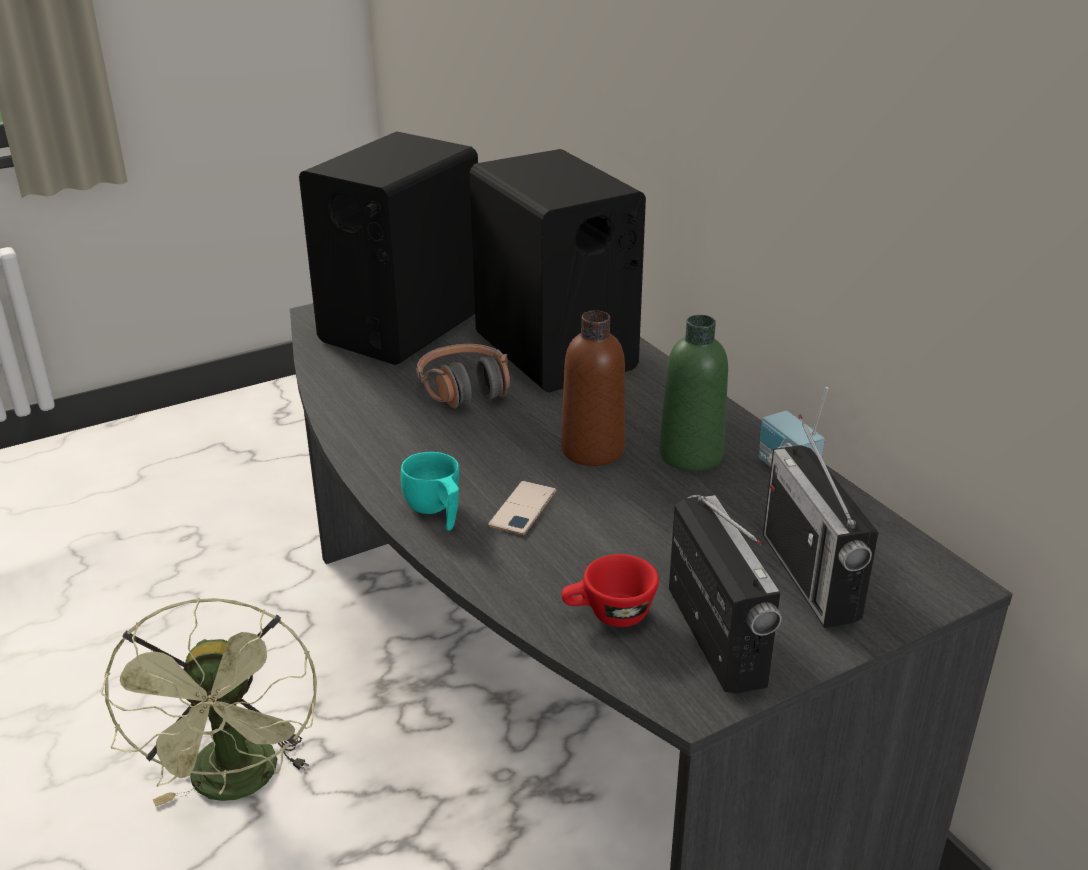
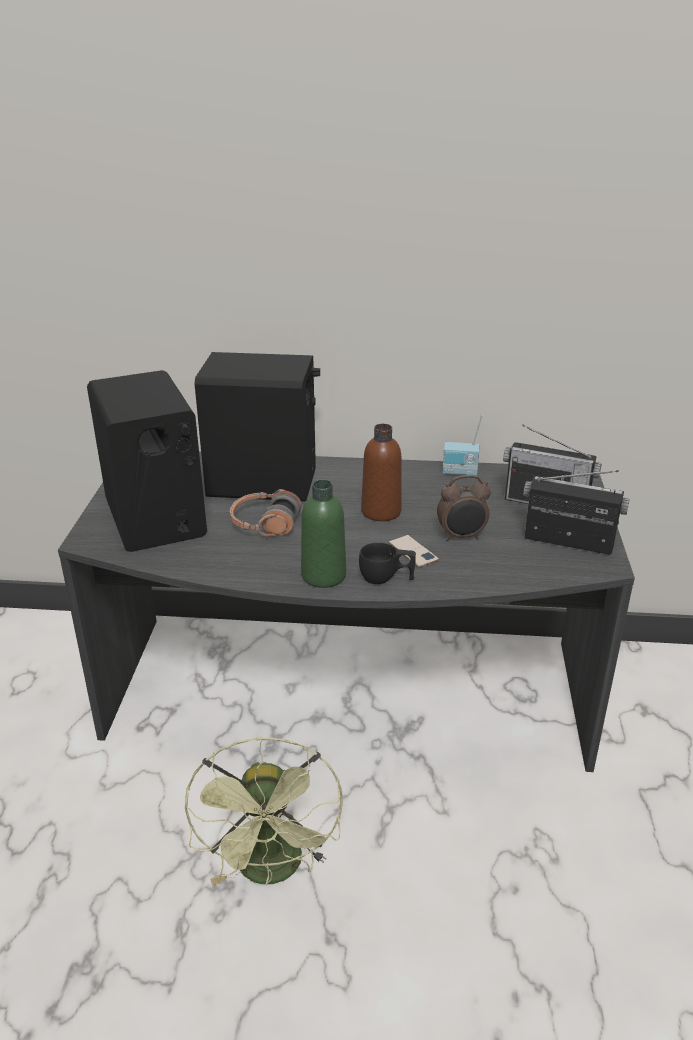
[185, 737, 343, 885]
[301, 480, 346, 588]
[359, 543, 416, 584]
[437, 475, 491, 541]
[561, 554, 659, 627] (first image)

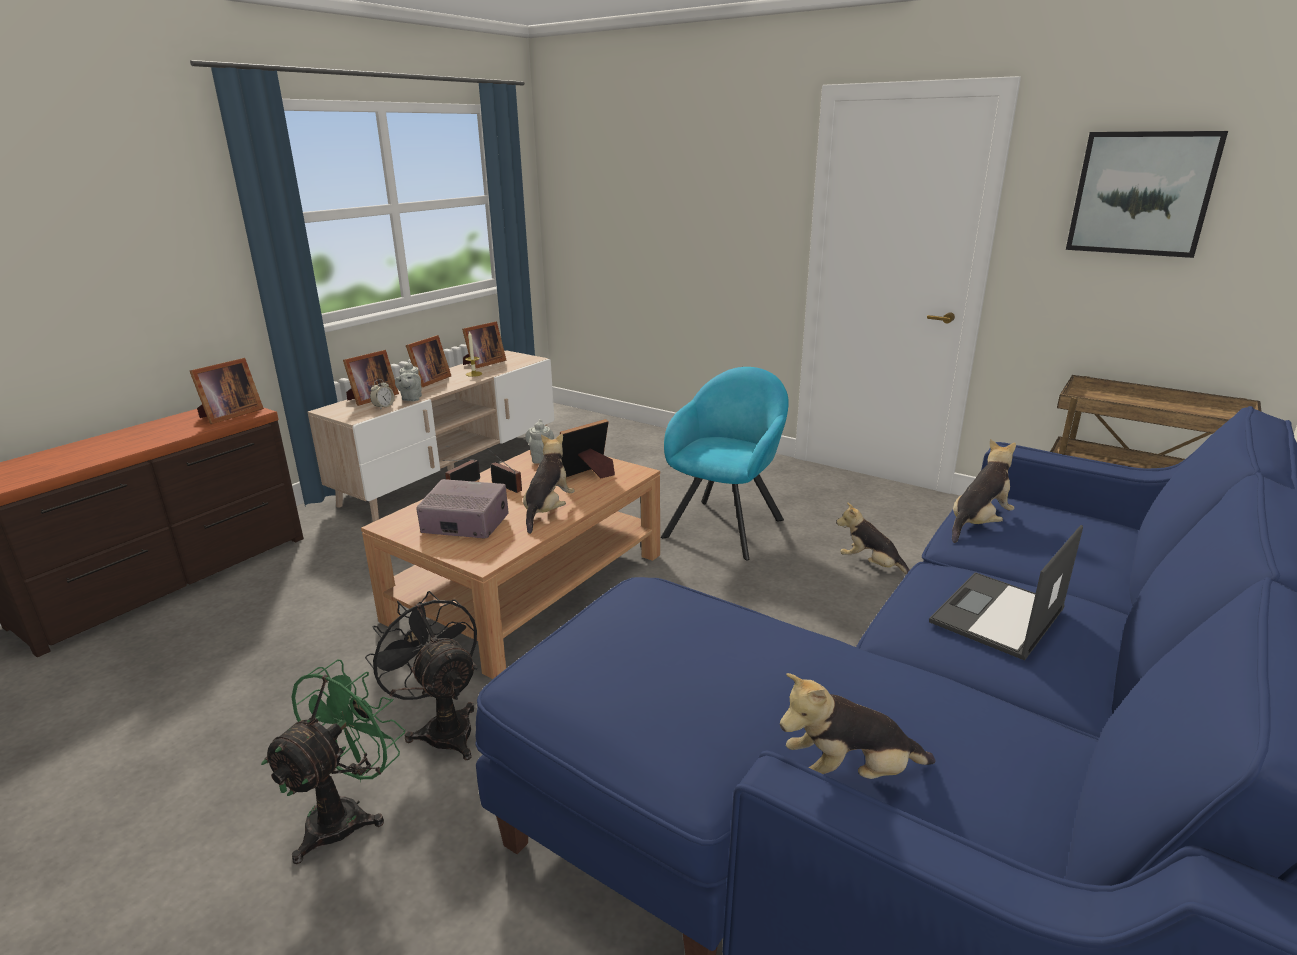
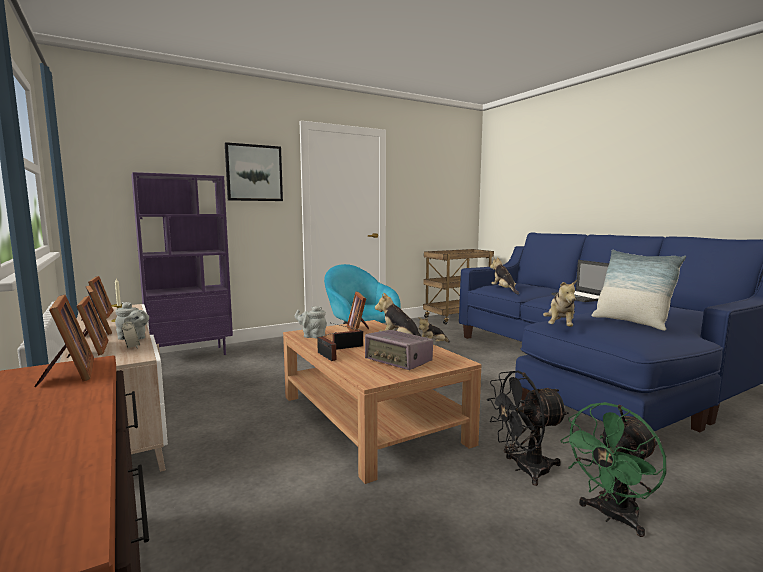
[131, 172, 233, 355]
[225, 142, 283, 201]
[365, 330, 433, 370]
[543, 280, 577, 327]
[560, 402, 666, 537]
[592, 249, 686, 331]

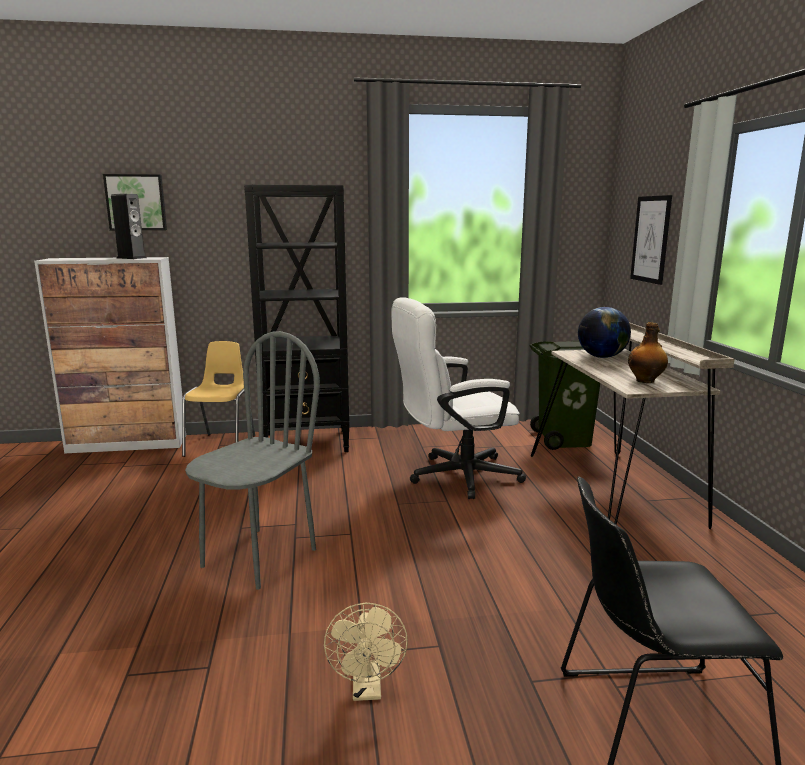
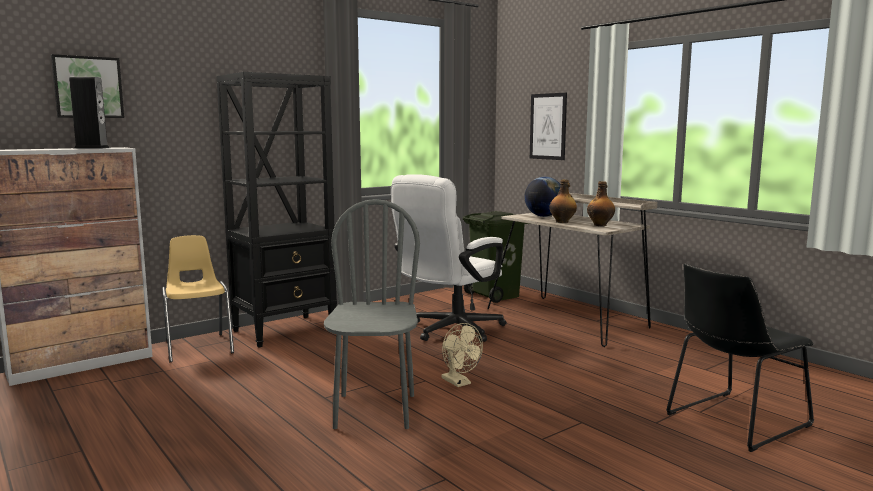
[441, 323, 483, 387]
[549, 180, 577, 223]

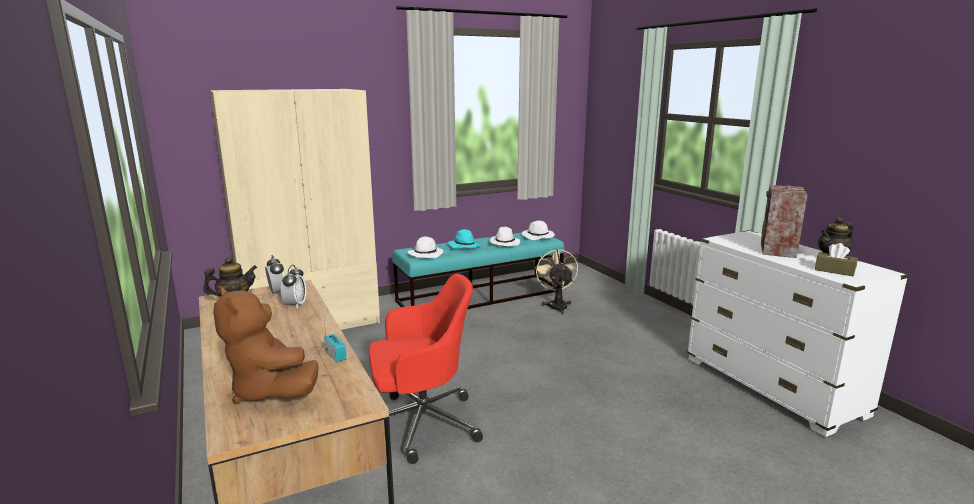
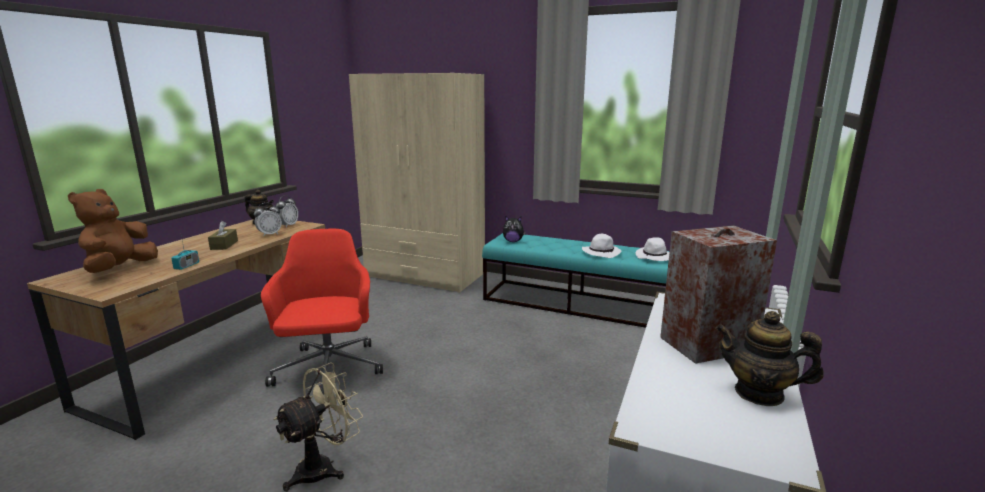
[208, 221, 238, 250]
[261, 229, 383, 395]
[273, 363, 363, 491]
[503, 216, 526, 242]
[448, 229, 481, 249] (first image)

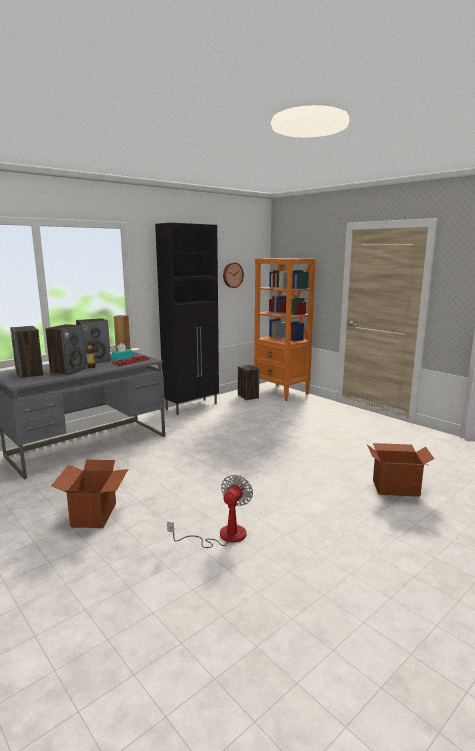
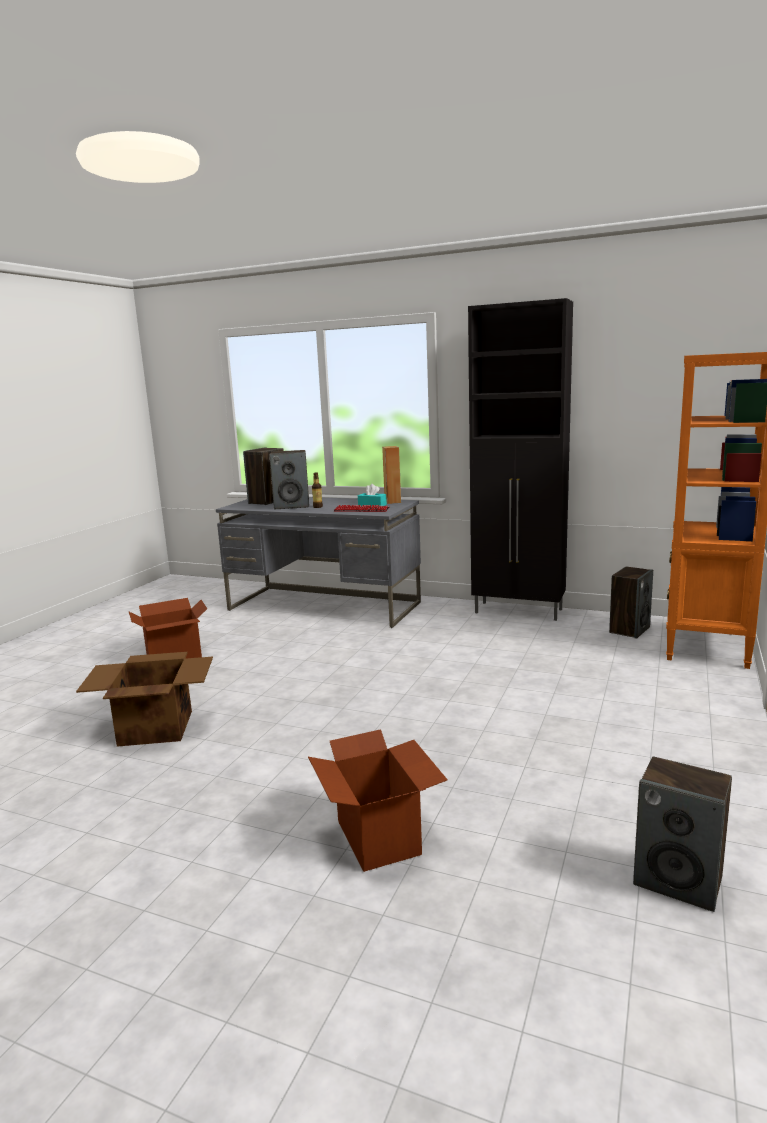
[76, 652, 213, 747]
[633, 757, 732, 912]
[223, 262, 244, 288] (first image)

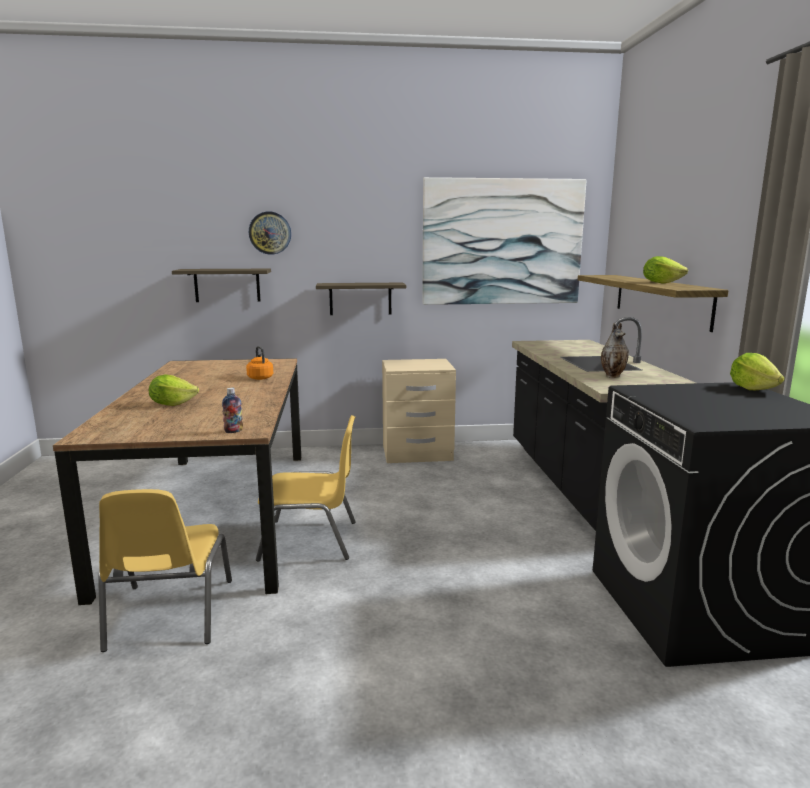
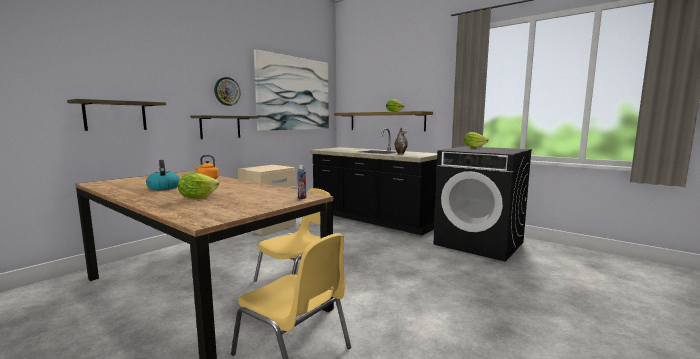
[146, 160, 180, 190]
[214, 77, 241, 106]

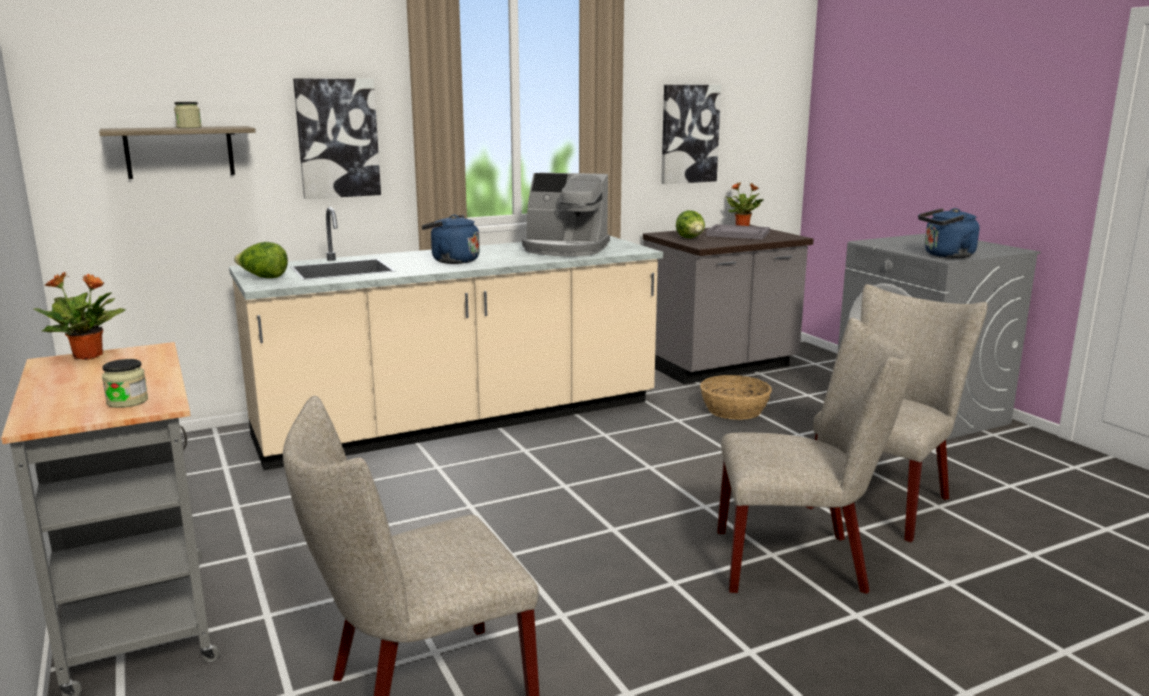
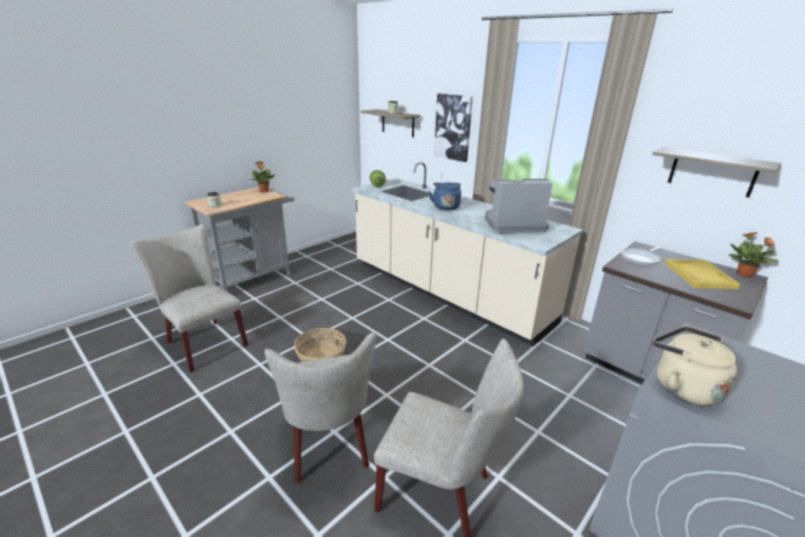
[294, 328, 346, 362]
[485, 179, 553, 233]
[622, 246, 662, 266]
[652, 147, 782, 197]
[653, 327, 737, 406]
[665, 259, 740, 289]

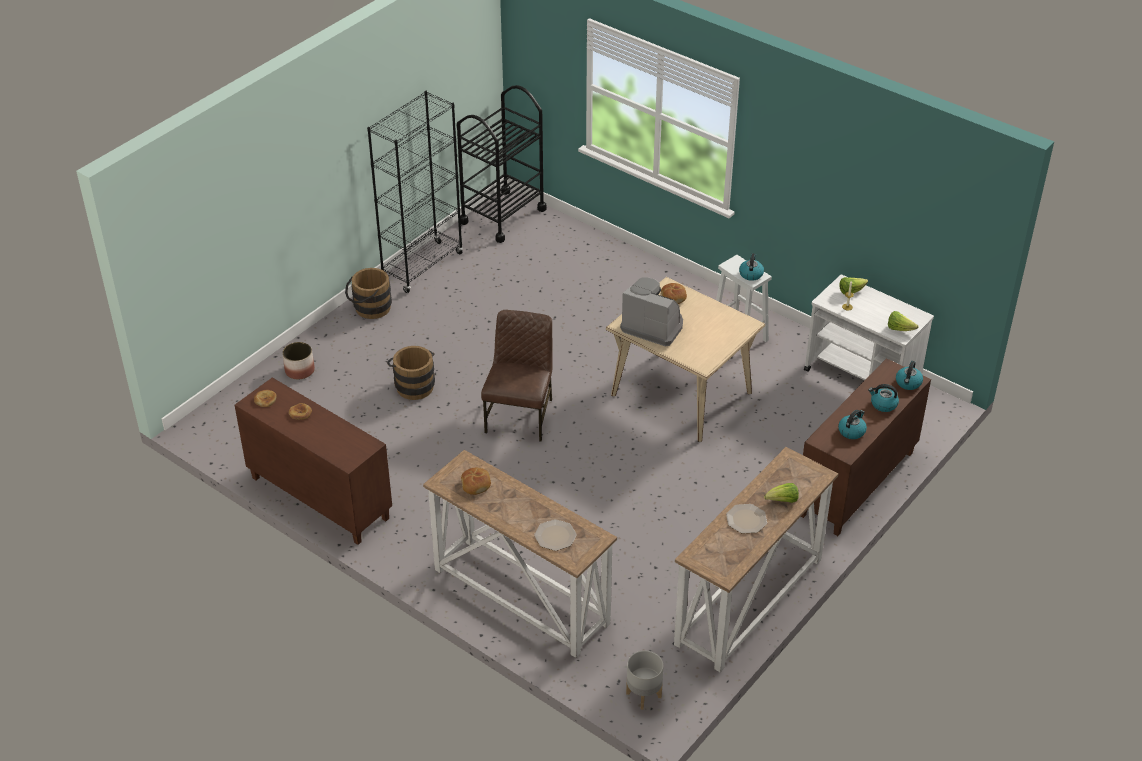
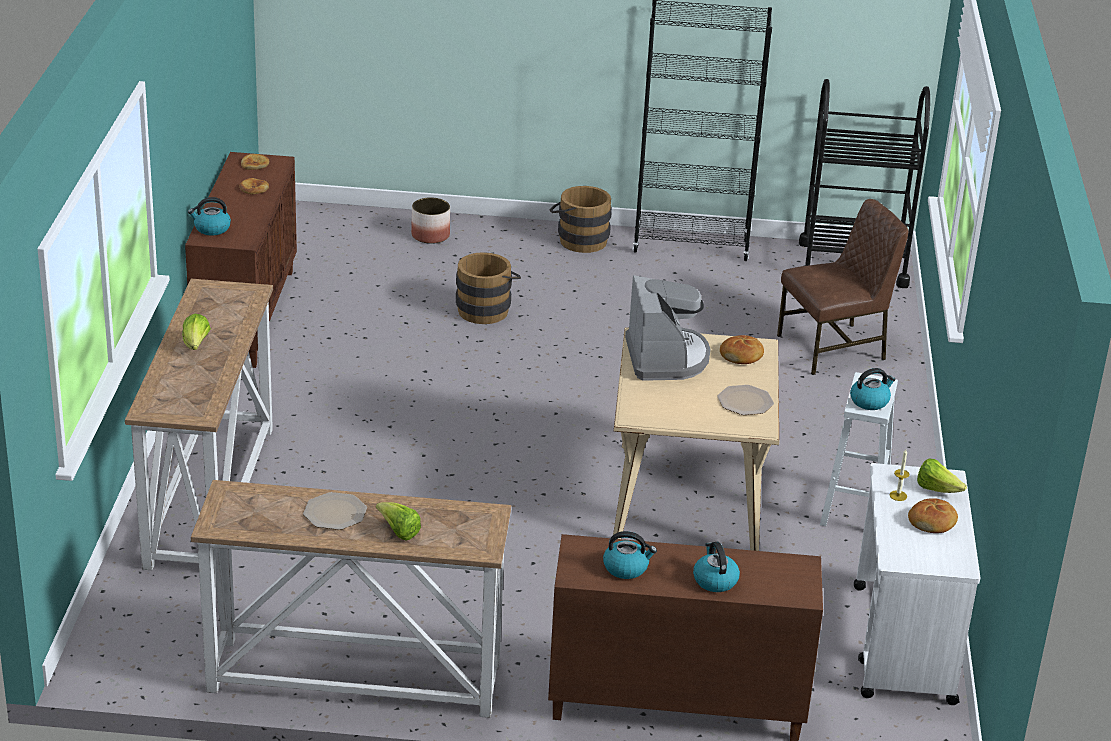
[182, 314, 211, 350]
[188, 197, 231, 236]
[717, 385, 774, 415]
[777, 199, 908, 375]
[908, 498, 958, 533]
[626, 650, 664, 710] (first image)

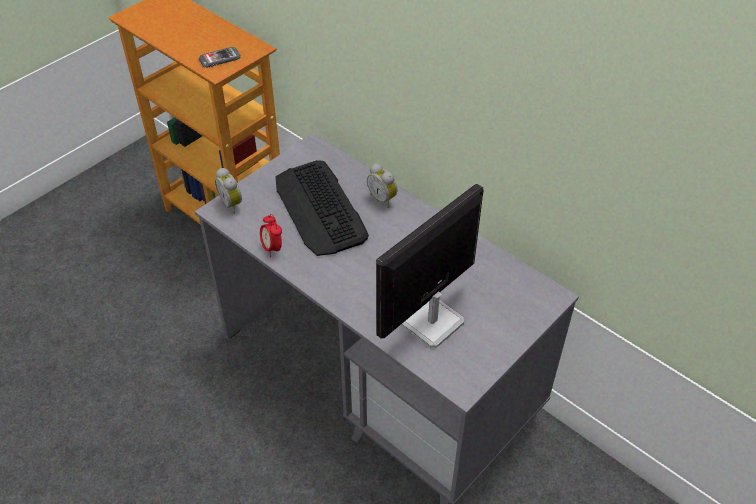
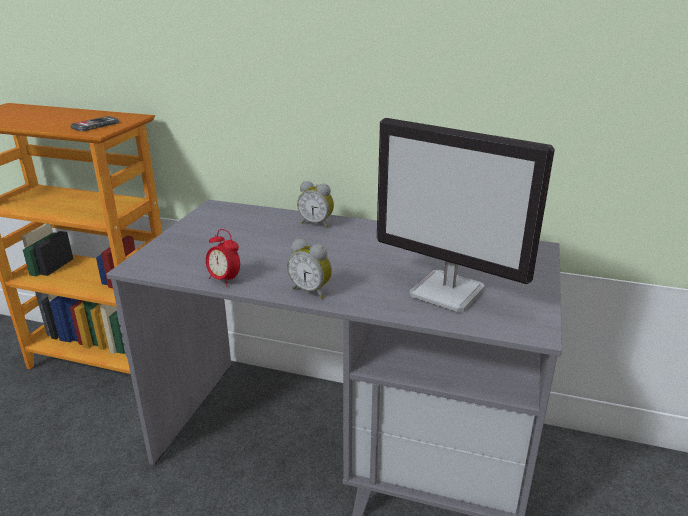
[287, 239, 332, 299]
[377, 118, 555, 312]
[275, 160, 369, 256] (first image)

